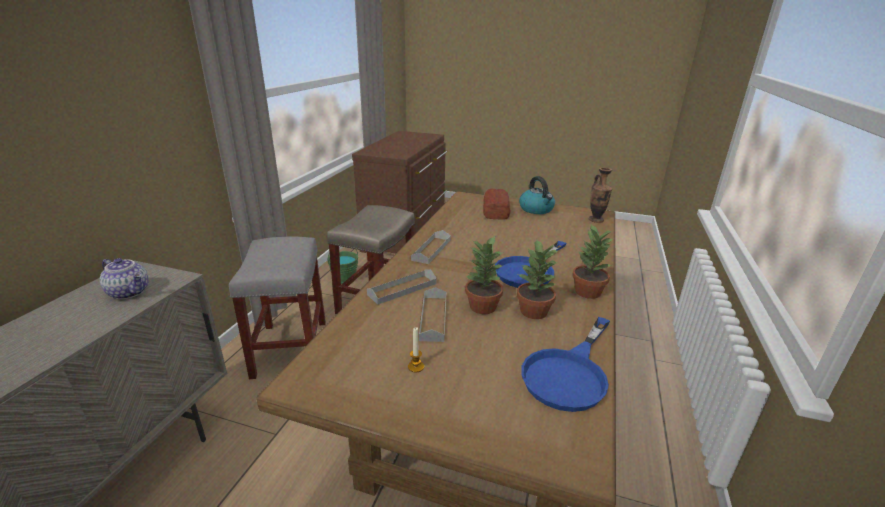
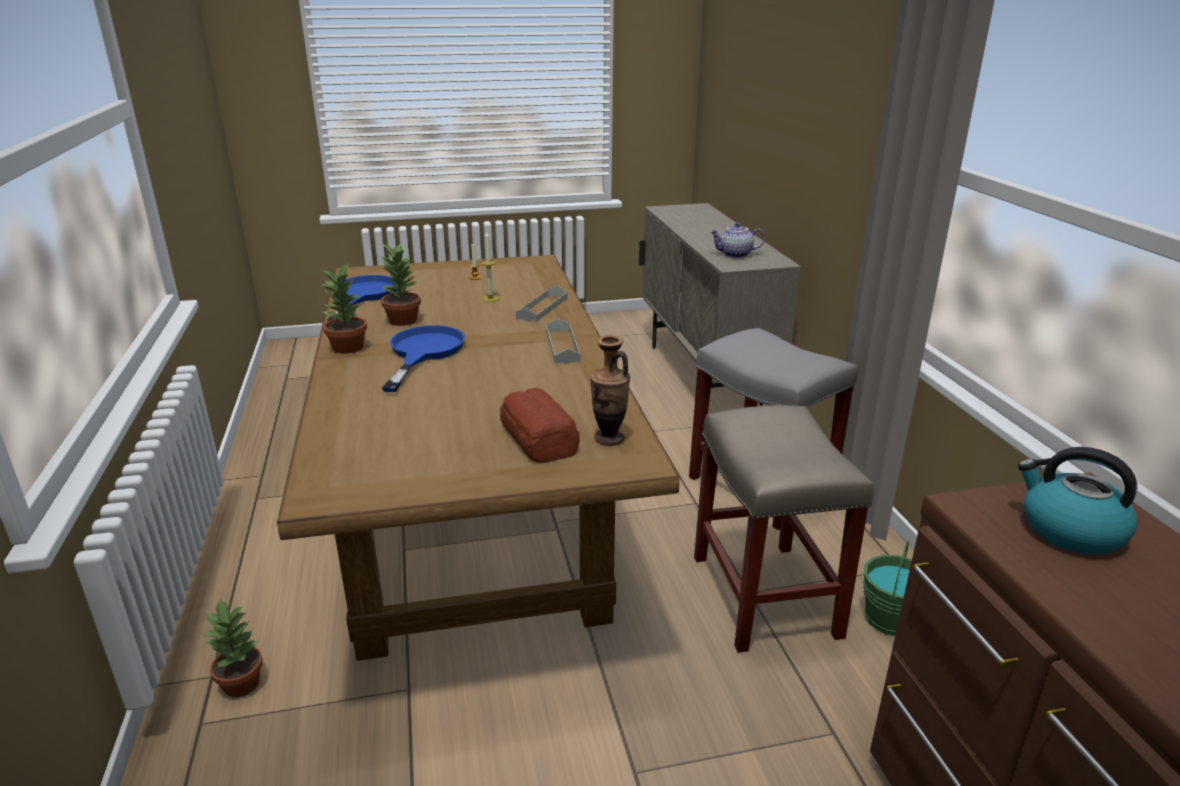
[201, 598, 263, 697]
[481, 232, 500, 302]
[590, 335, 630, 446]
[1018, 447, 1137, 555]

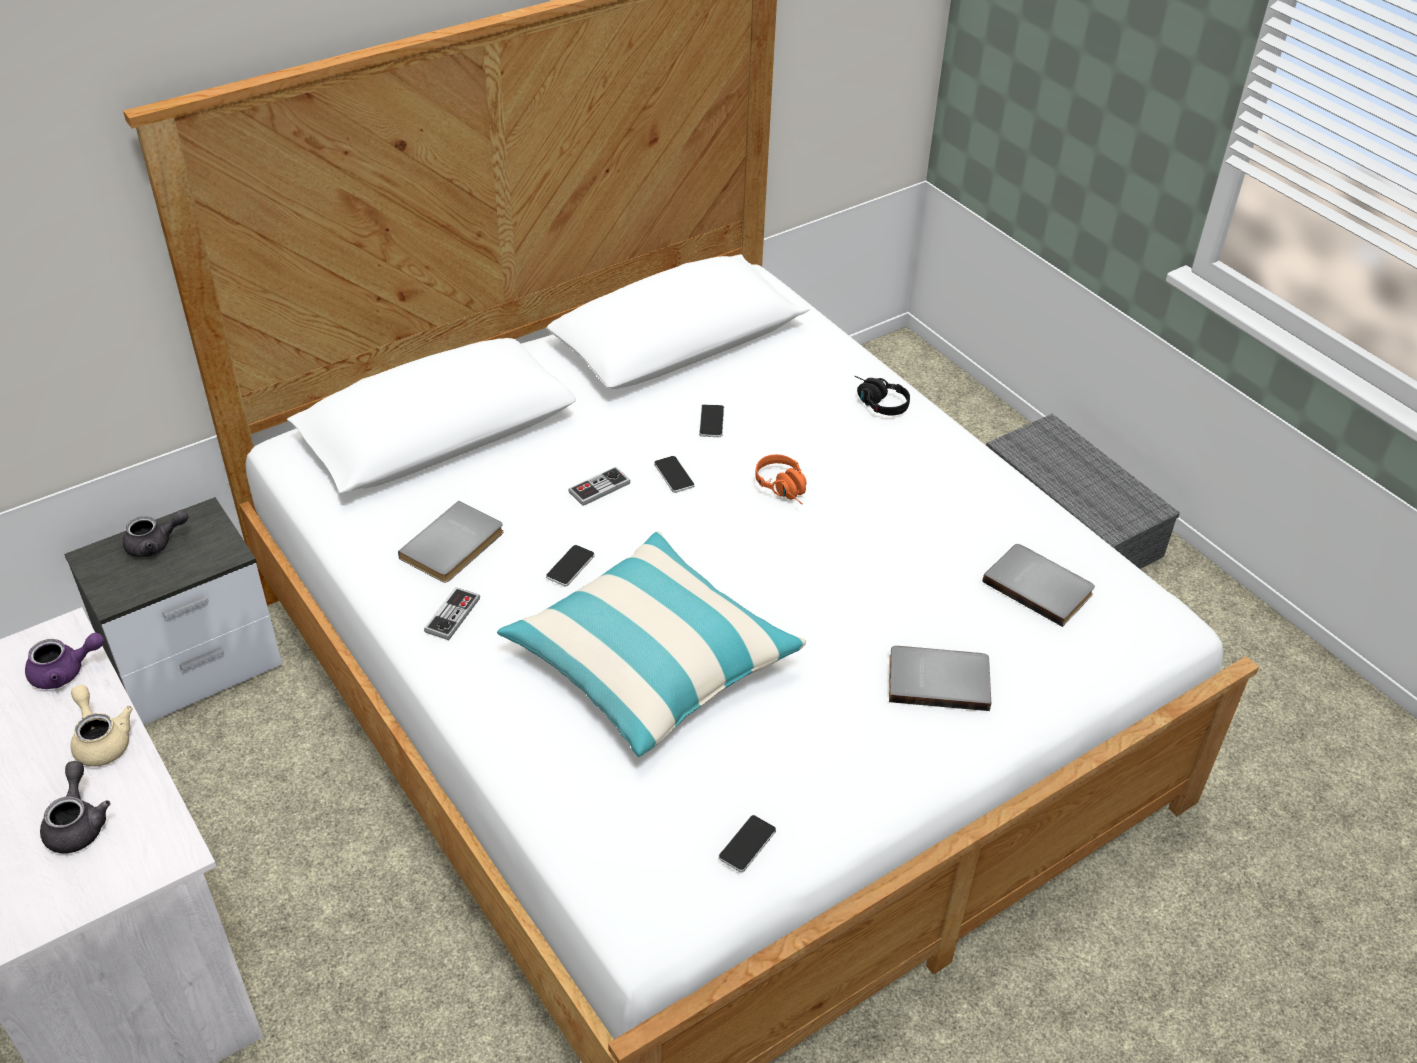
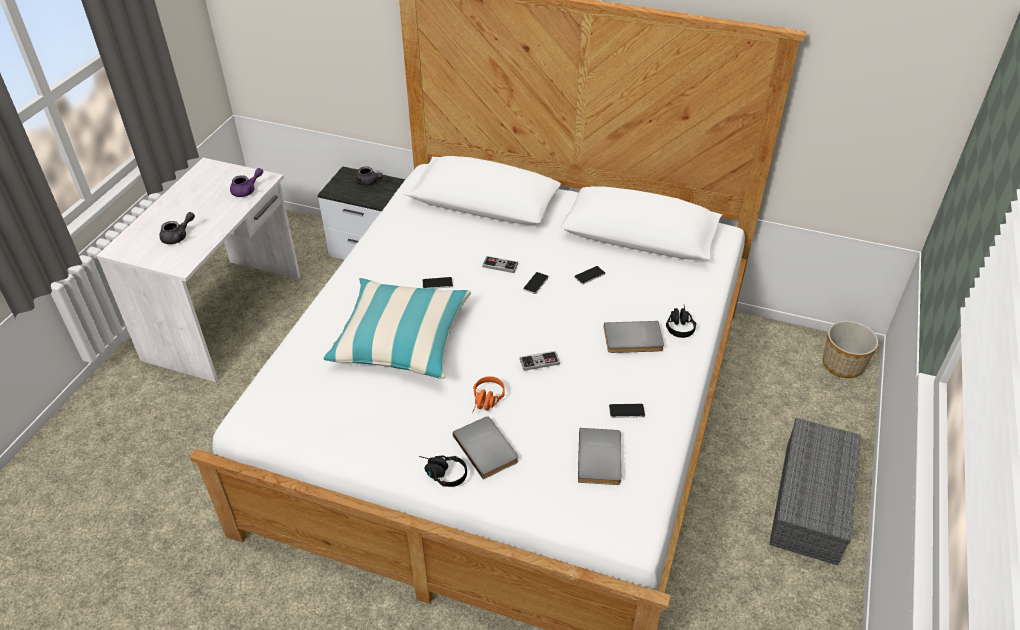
[230, 168, 263, 197]
[419, 455, 467, 487]
[472, 376, 505, 414]
[520, 351, 560, 371]
[604, 321, 664, 353]
[609, 404, 645, 418]
[823, 321, 878, 378]
[71, 685, 133, 767] (first image)

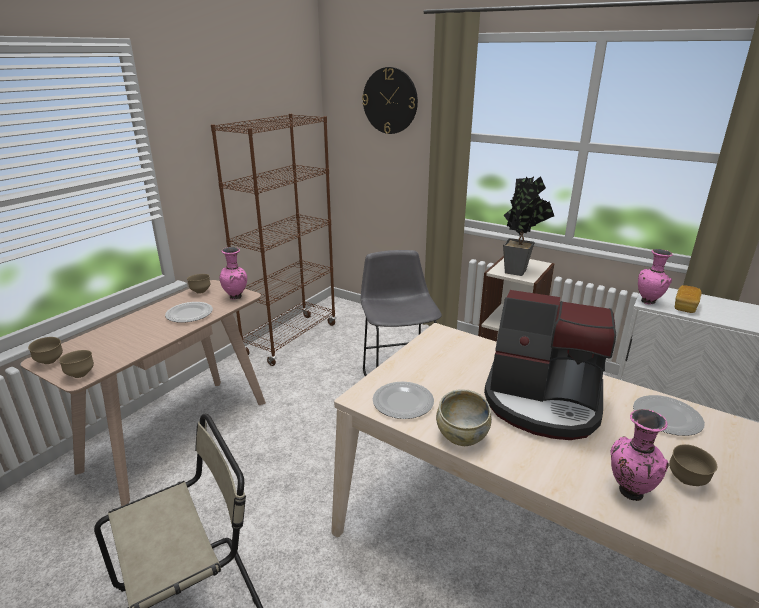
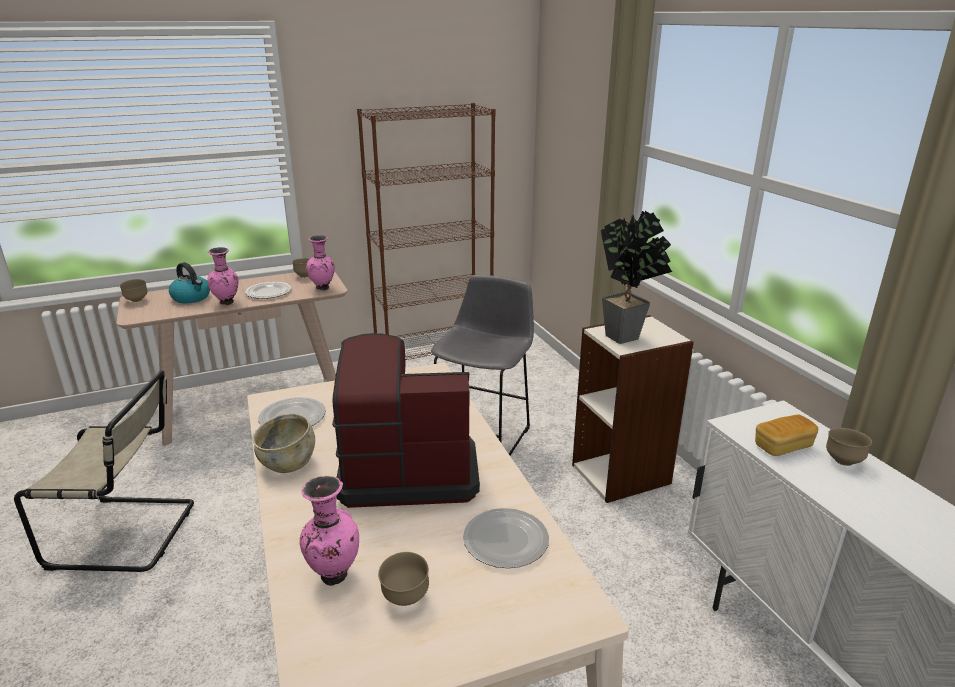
[169, 262, 210, 303]
[207, 247, 238, 305]
[332, 333, 480, 508]
[826, 428, 872, 466]
[362, 67, 418, 134] (first image)

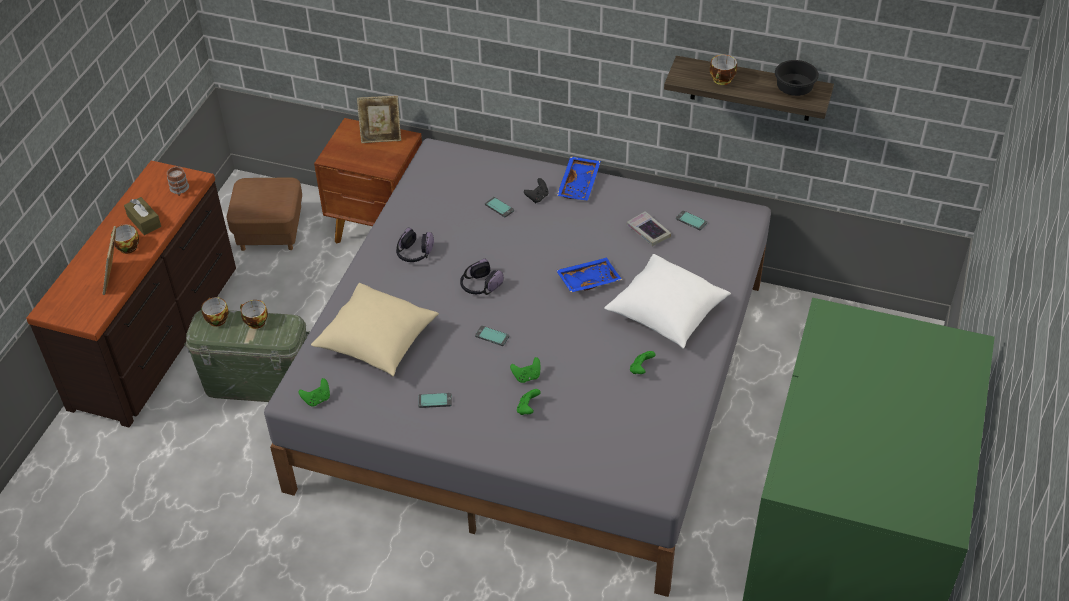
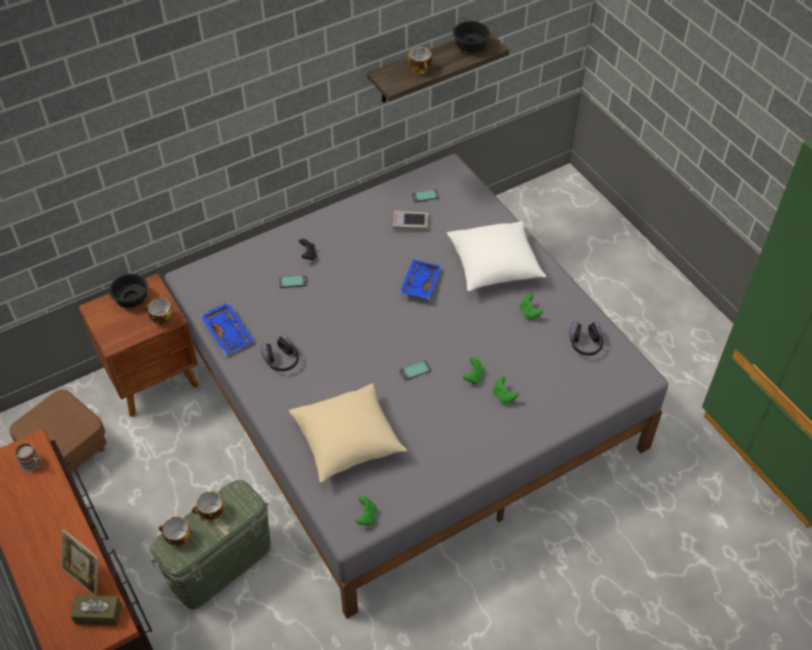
[71, 595, 122, 626]
[109, 274, 148, 308]
[144, 298, 173, 325]
[200, 302, 254, 355]
[569, 321, 603, 356]
[418, 393, 452, 408] (first image)

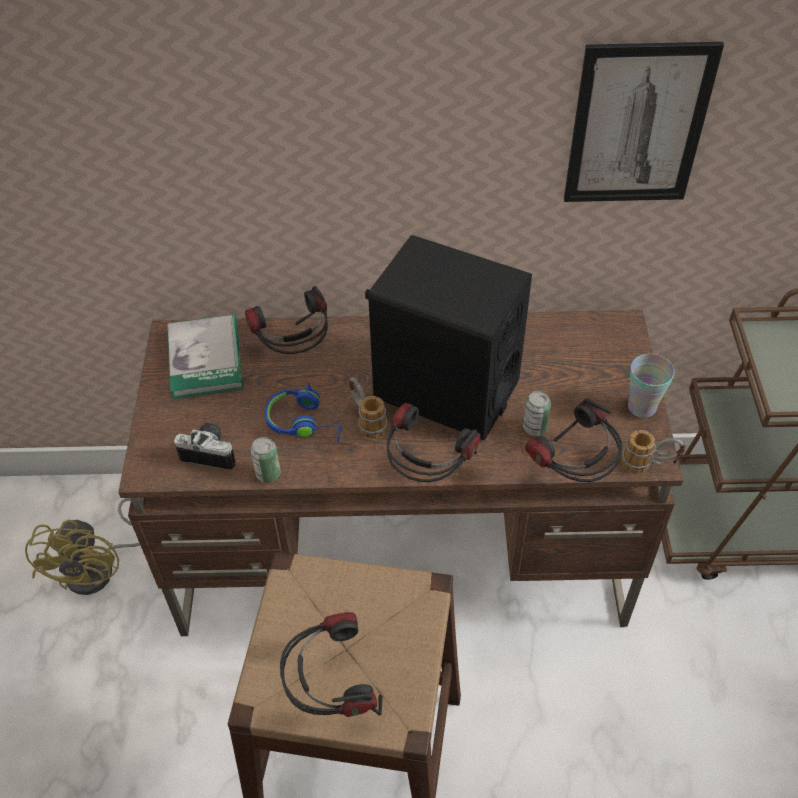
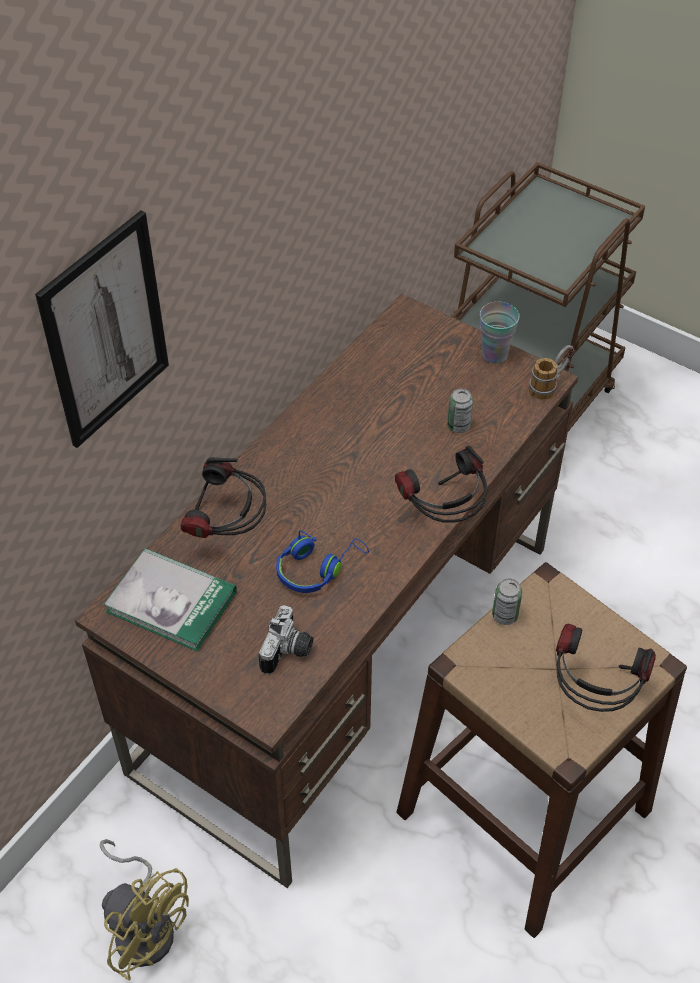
[35, 210, 169, 448]
[259, 605, 313, 675]
[492, 578, 522, 625]
[348, 377, 387, 439] (first image)
[365, 235, 532, 440] (first image)
[525, 398, 622, 482] (first image)

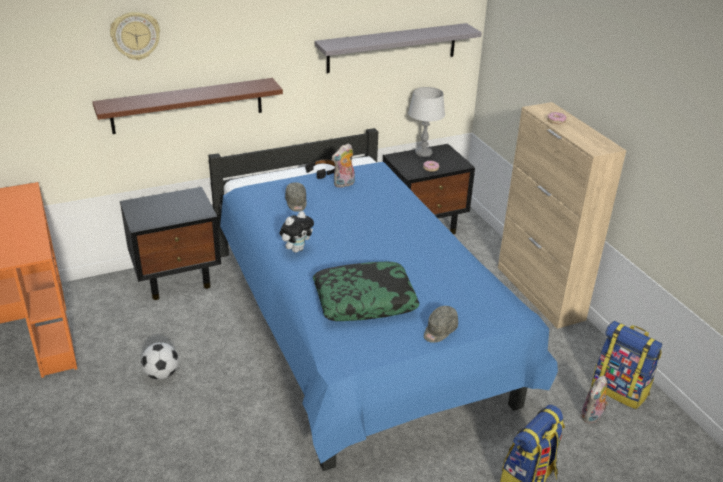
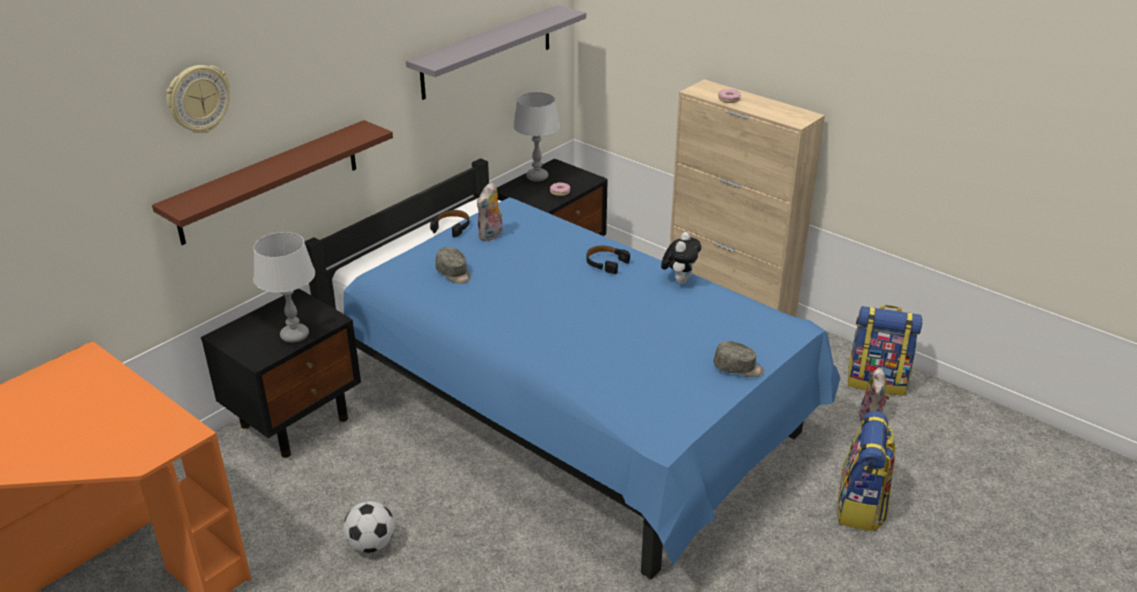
[253, 232, 315, 343]
[587, 246, 630, 274]
[661, 232, 701, 284]
[714, 341, 764, 377]
[313, 262, 420, 321] (first image)

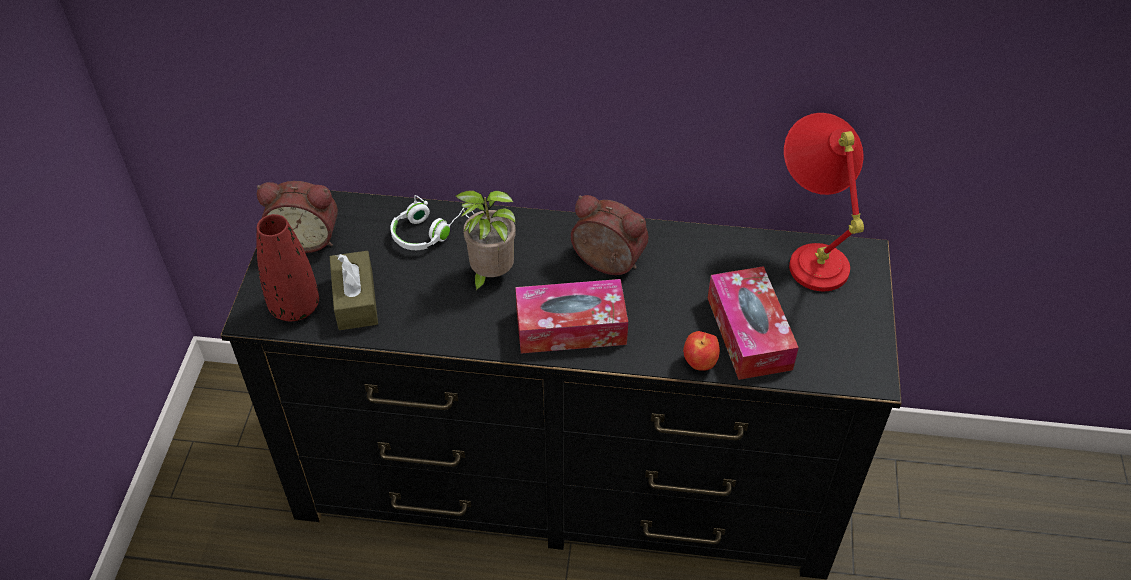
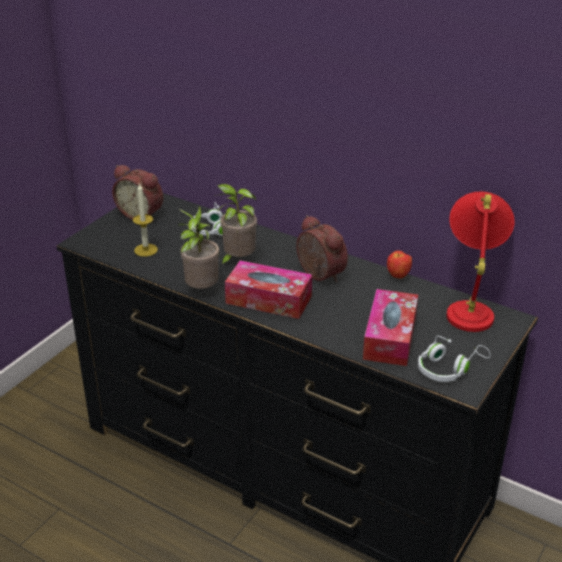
[133, 183, 158, 257]
[178, 206, 219, 289]
[387, 251, 412, 279]
[418, 336, 490, 382]
[256, 214, 319, 321] (first image)

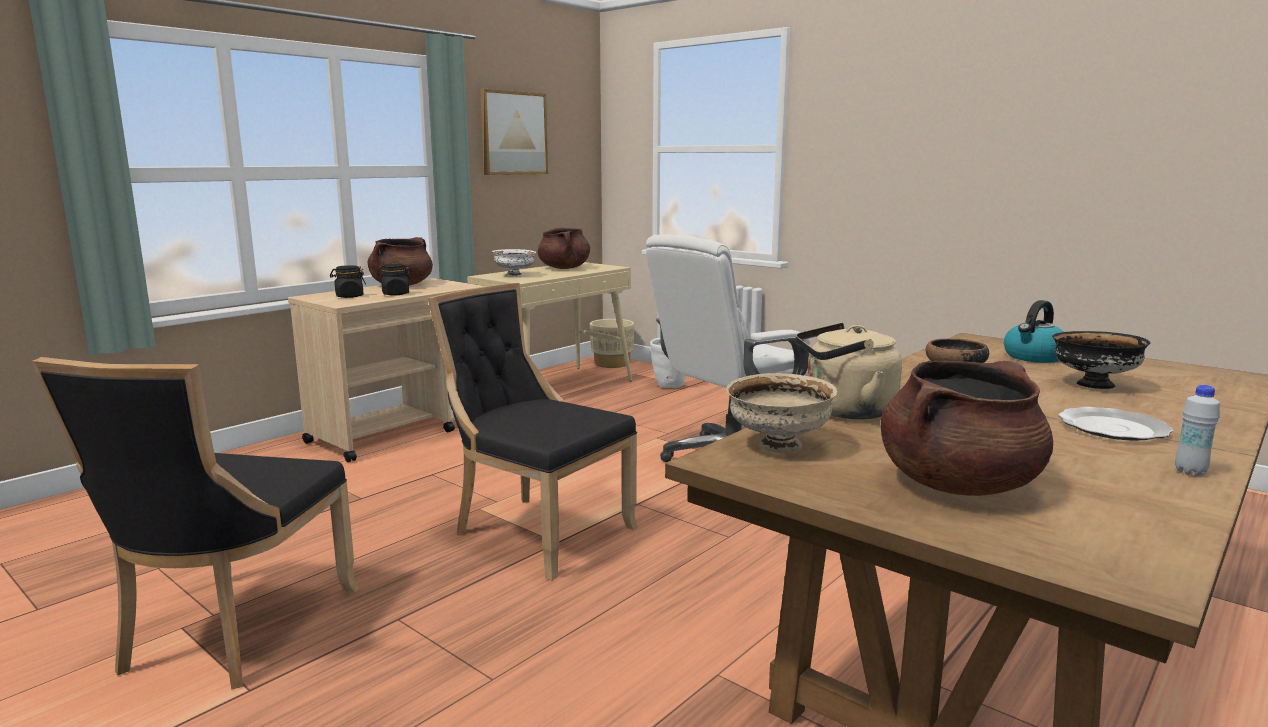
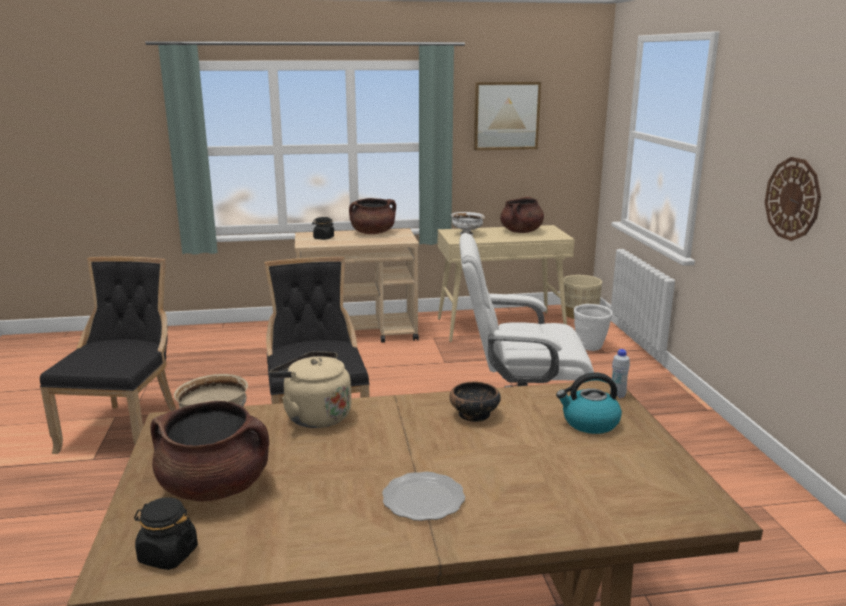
[40, 257, 176, 454]
[134, 497, 198, 570]
[610, 349, 630, 398]
[765, 157, 821, 241]
[1052, 331, 1150, 389] (first image)

